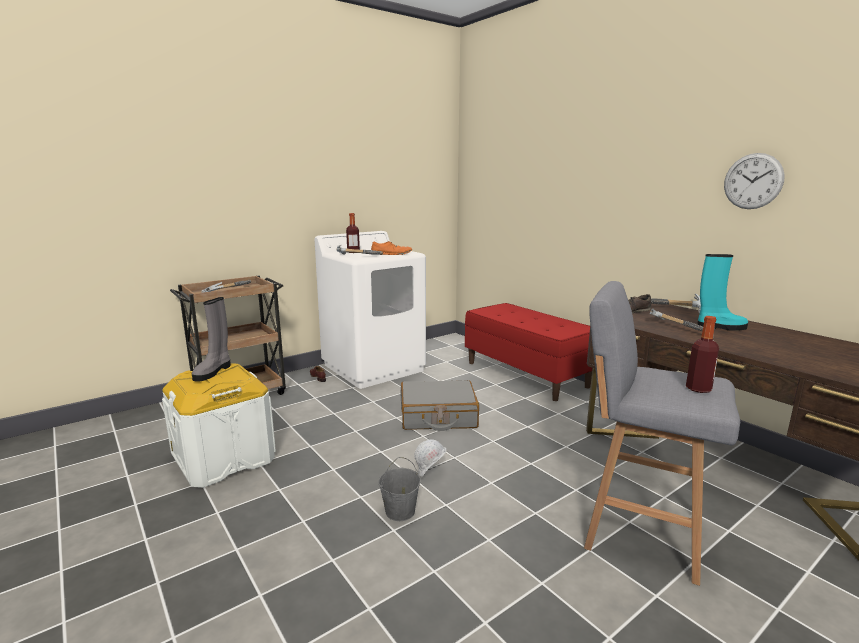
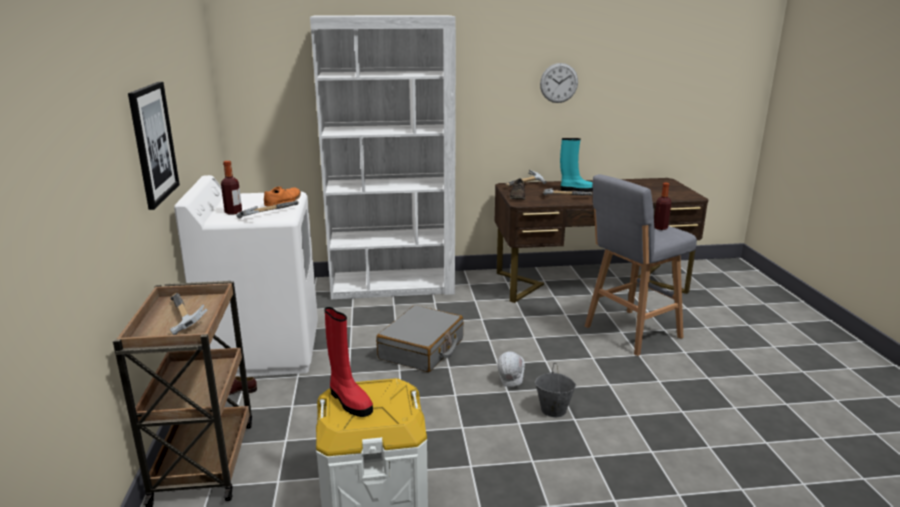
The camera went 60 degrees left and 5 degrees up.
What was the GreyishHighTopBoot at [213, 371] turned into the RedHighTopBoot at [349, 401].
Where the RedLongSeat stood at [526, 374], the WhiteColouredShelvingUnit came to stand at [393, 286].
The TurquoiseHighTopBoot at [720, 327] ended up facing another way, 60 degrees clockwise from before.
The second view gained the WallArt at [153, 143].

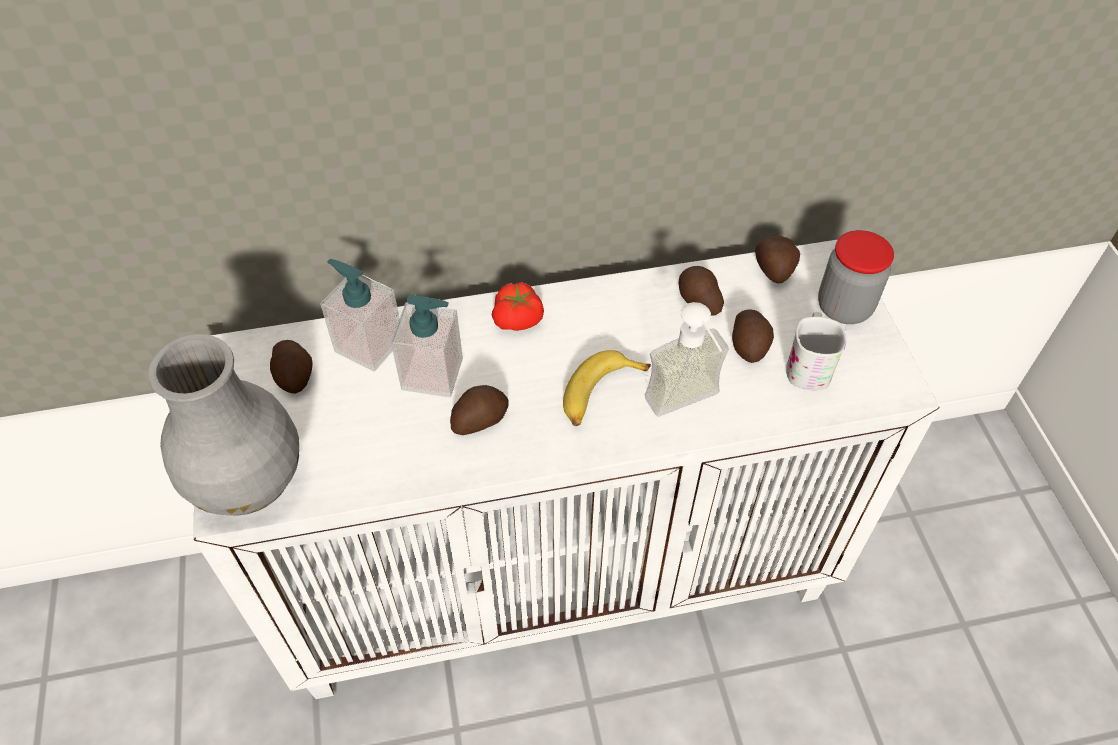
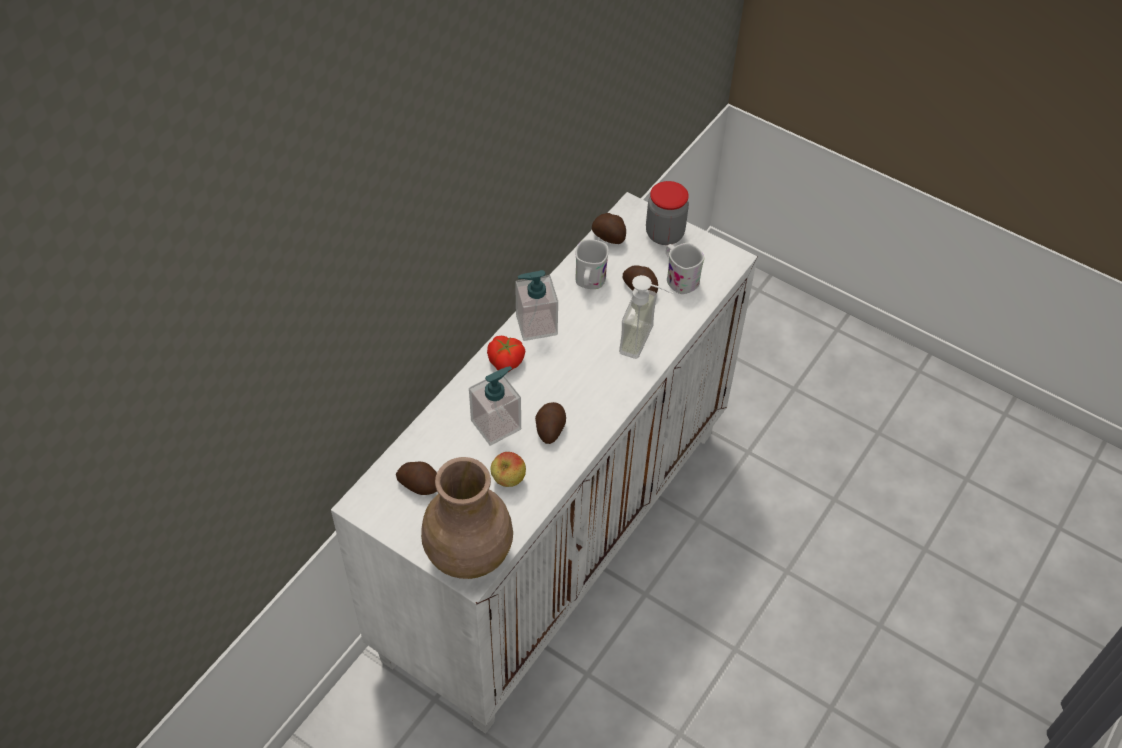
The camera went 45 degrees left and 0 degrees up.
What was the GreyishVase at [246, 483] turned into the BrownishVase at [468, 555].
The SoapDispenser ended up elsewhere, having gone from [368, 345] to [536, 325].
The second view lost the Banana at [599, 394].
Where the Potato stood at [698, 301], the WhiteColouredMug came to stand at [589, 282].
The second view gained the AppleFruit at [508, 480].

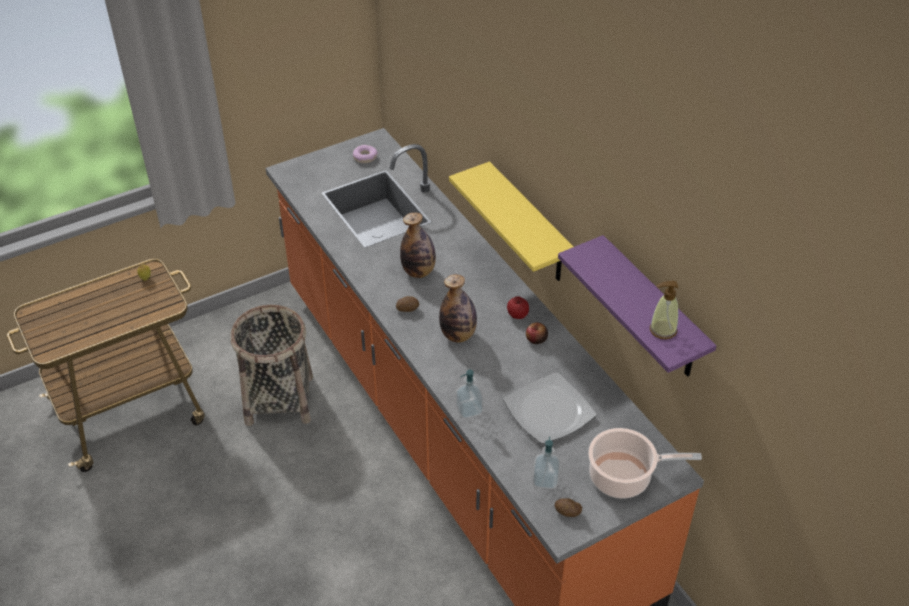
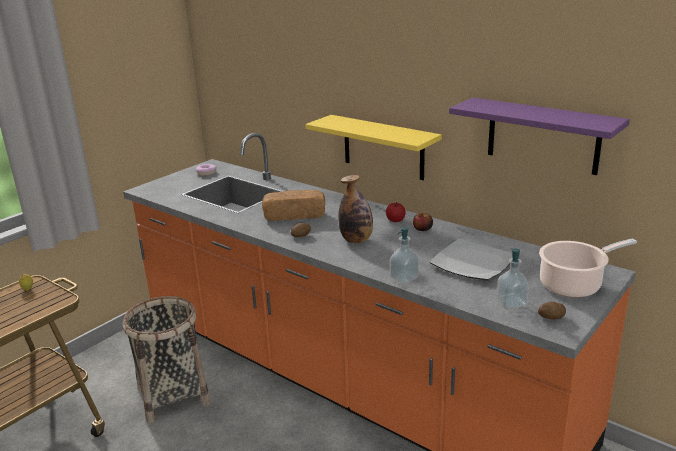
The camera went 20 degrees left and 20 degrees down.
Where the DrinkBottle stood at [418, 271], the BakeryBread came to stand at [294, 215].
The second view lost the SoapDispenser at [662, 330].

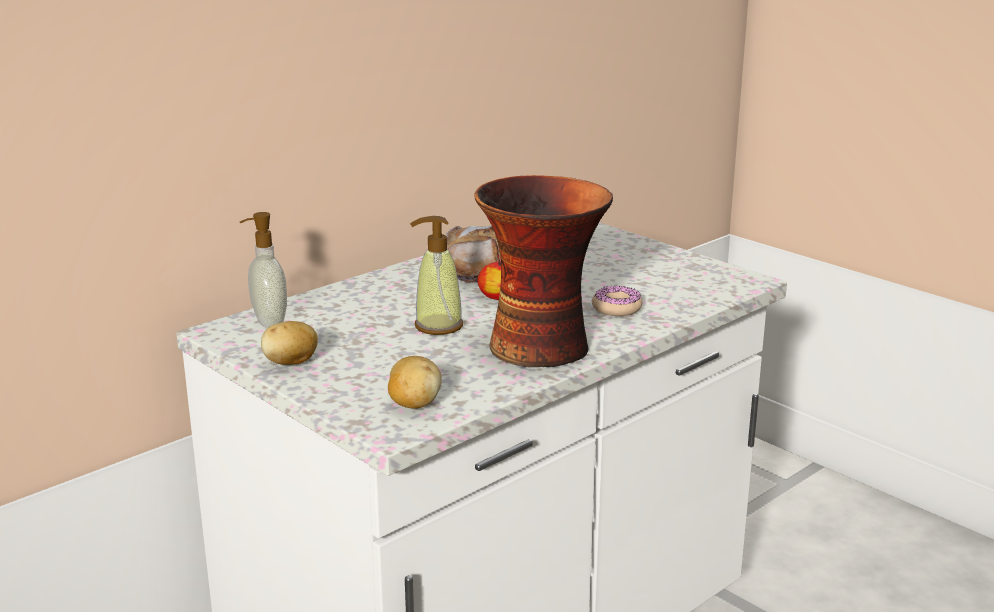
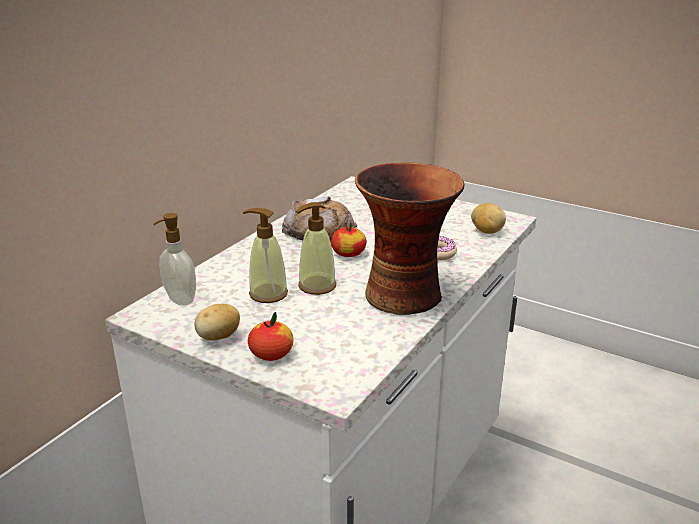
The camera went 15 degrees left and 5 degrees up.
The Potato ended up elsewhere, having gone from [413, 404] to [486, 231].
The second view gained the SoapDispenser at [268, 294].
The second view gained the AppleFruit at [271, 354].

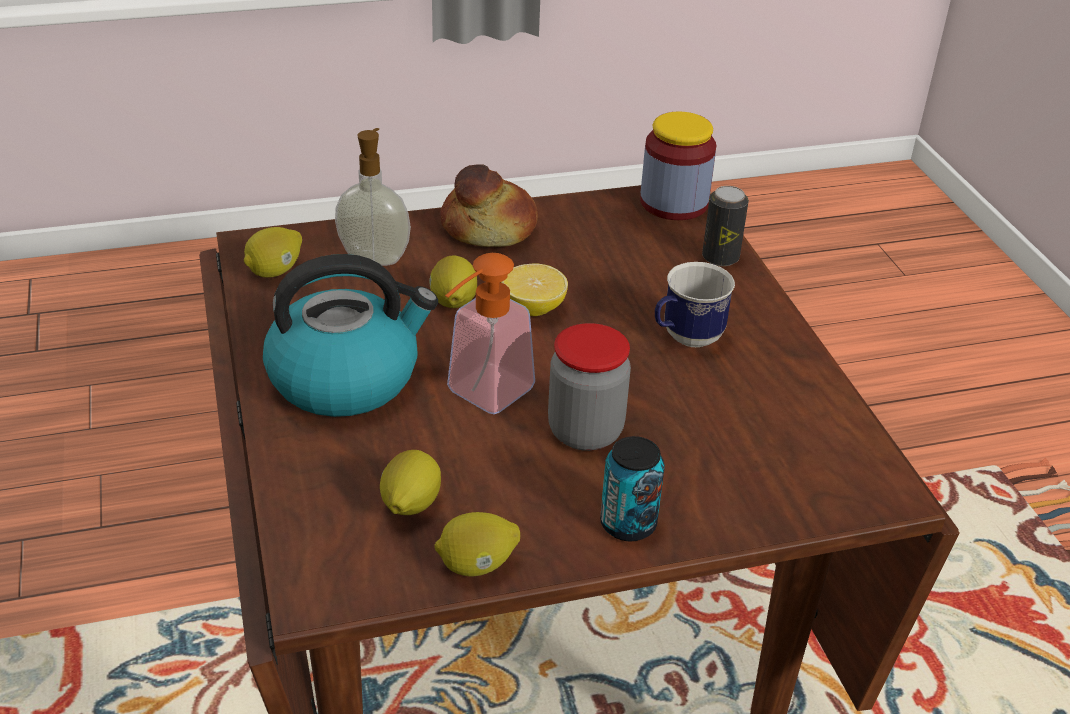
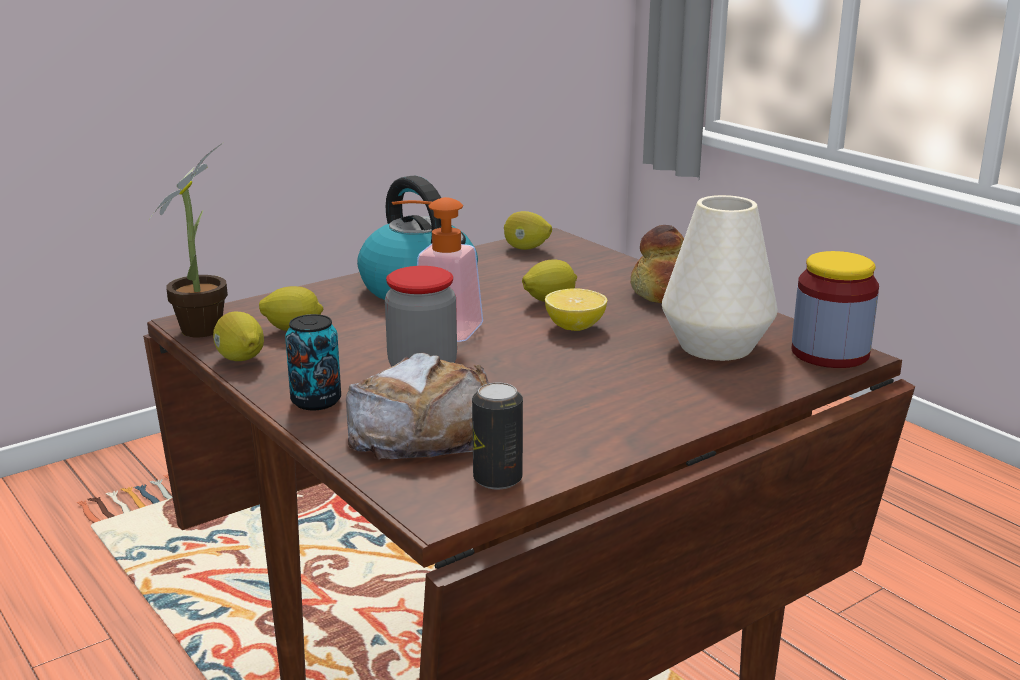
The camera went 70 degrees right and 15 degrees down.
The second view lost the SoapDispenser at [375, 257].
The second view lost the Mug at [685, 339].
The MetalCan ended up elsewhere, having gone from [720, 257] to [497, 479].
The second view gained the Houseplant at [205, 327].
The second view gained the BakeryBread at [422, 428].
The second view gained the WhiteColouredVase at [716, 346].

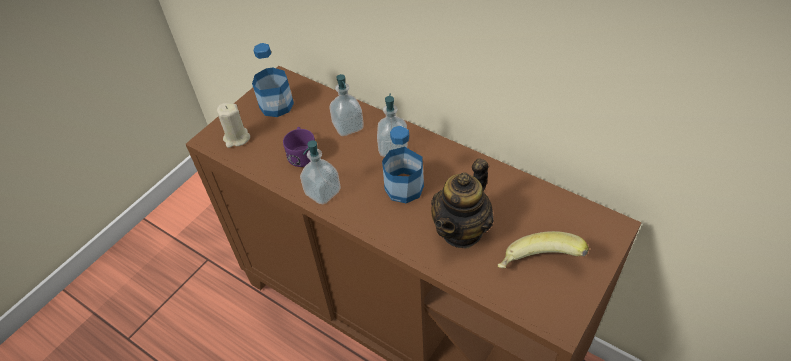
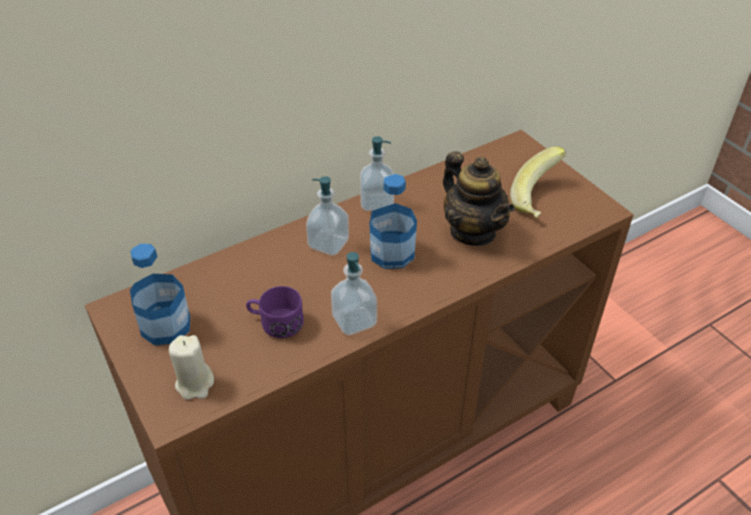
The camera went 70 degrees left and 5 degrees down.
The SoapDispenser ended up elsewhere, having gone from [348, 126] to [377, 203].

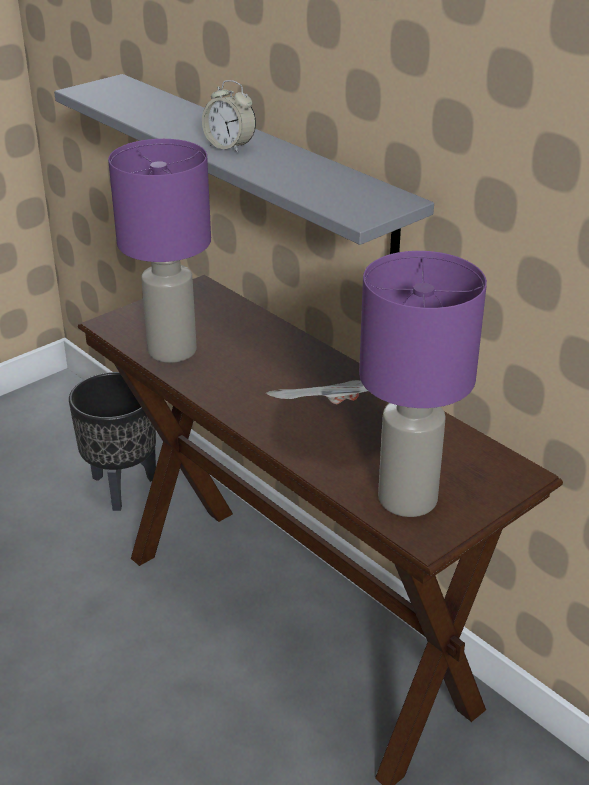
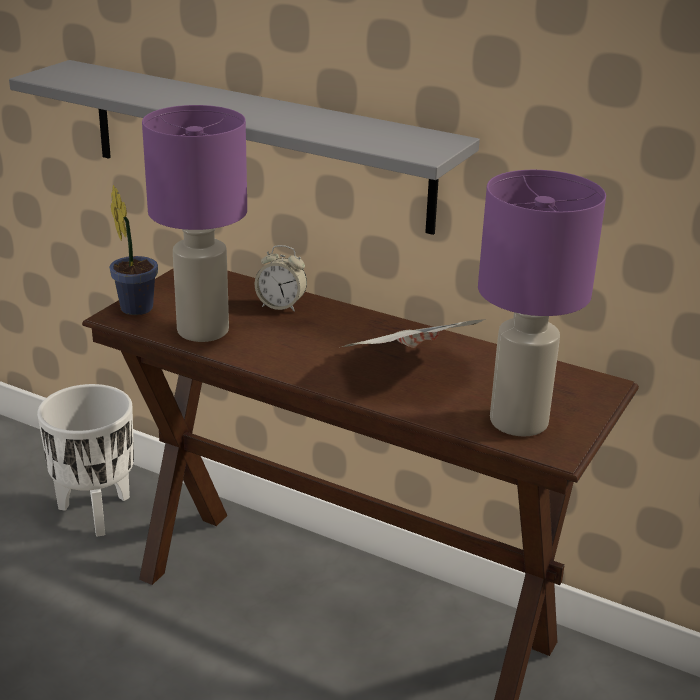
The camera went 20 degrees left and 5 degrees down.
What was the BlackPlantPot at [123, 488] turned into the WhiteColouredPlantPot at [97, 512].
The AlarmClock ended up elsewhere, having gone from [229, 147] to [281, 305].
The second view gained the Houseplant at [135, 306].

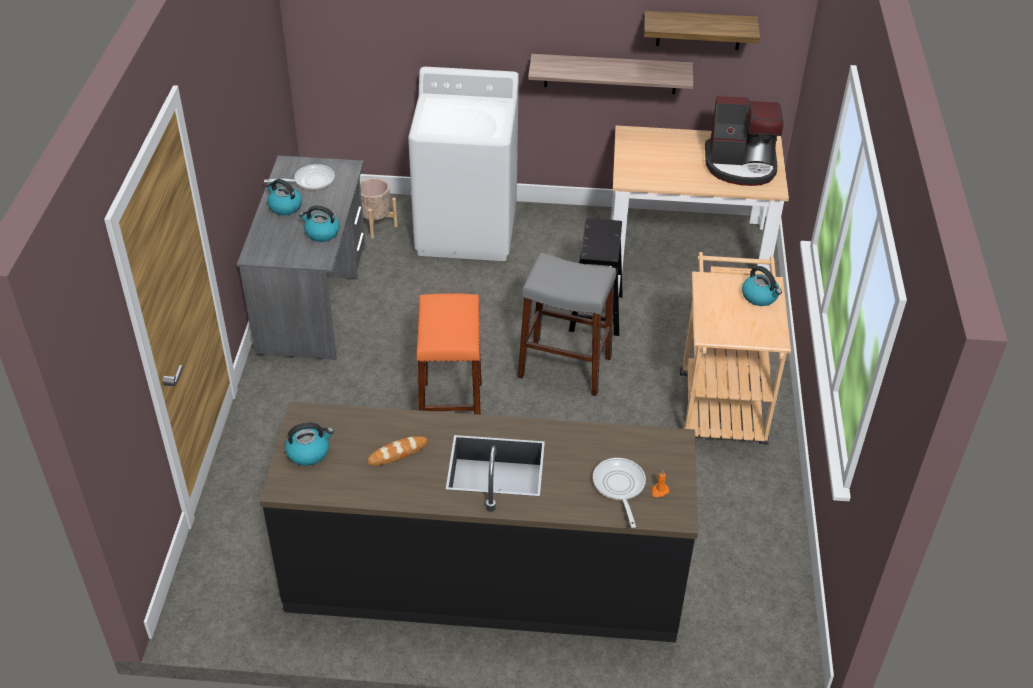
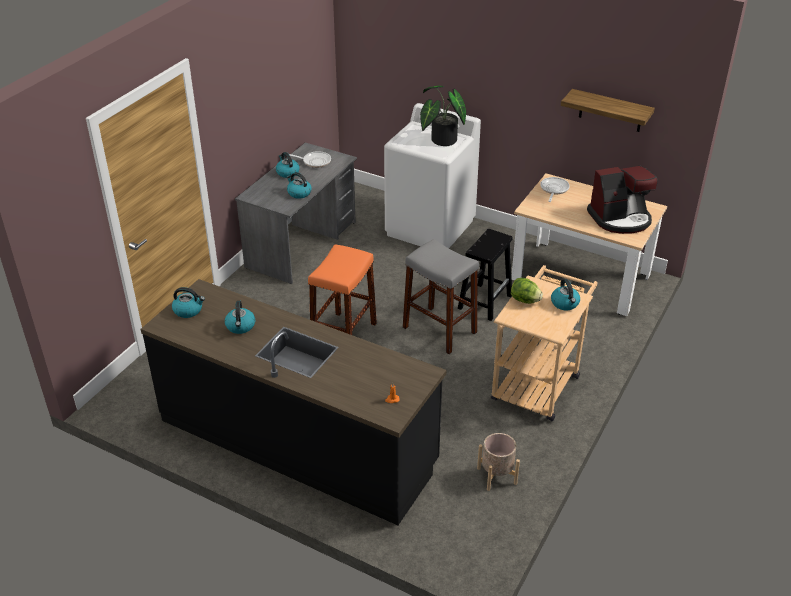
The camera went 25 degrees right and 5 degrees down.
The SandColouredPlantPot ended up elsewhere, having gone from [375, 224] to [497, 476].
Where the BakeryBread stood at [397, 453], the Kettle came to stand at [240, 326].
The second view lost the WallShelf at [610, 74].
The Skillet ended up elsewhere, having gone from [619, 487] to [553, 190].
The CoffeeBrewer at [741, 165] ended up facing another way, 45 degrees counterclockwise from before.
The second view gained the Houseplant at [440, 140].
The second view gained the Lettuce at [525, 300].

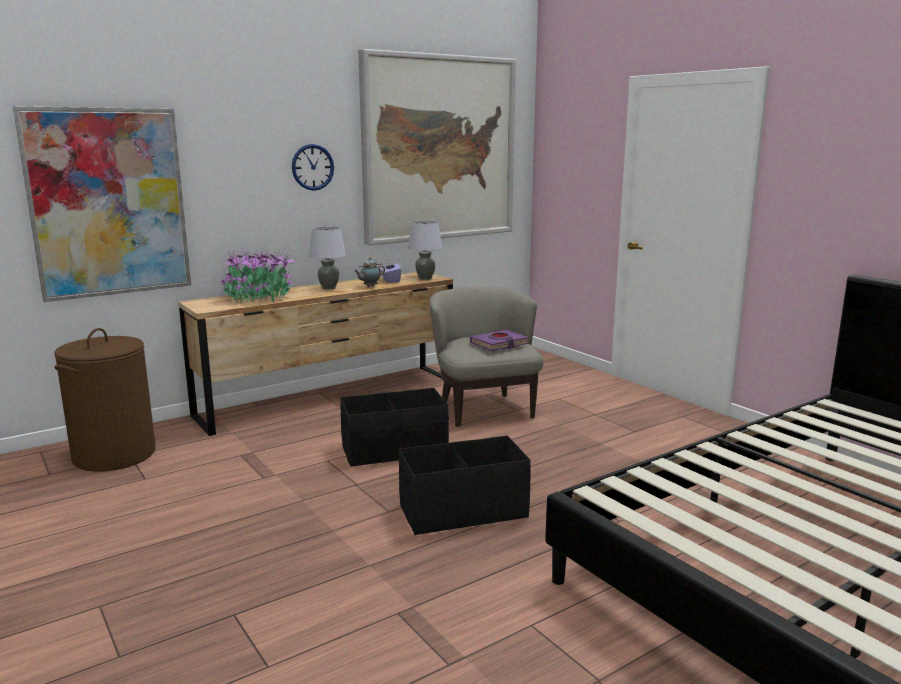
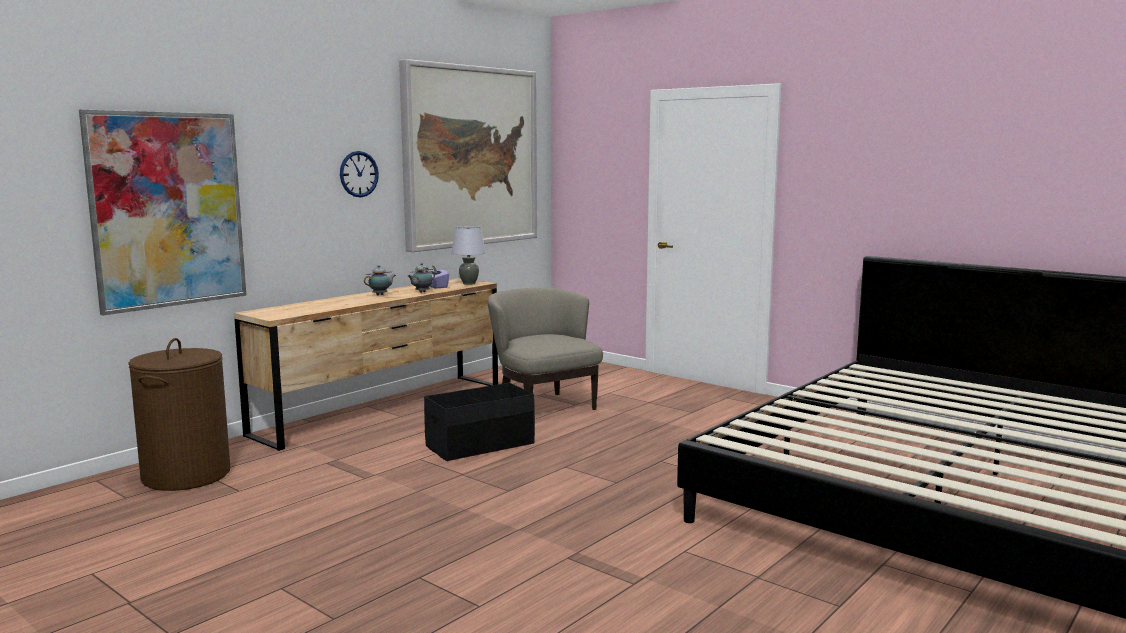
The camera went 15 degrees left and 5 degrees down.
The second view lost the Houseplant at [258, 298].
Where the GreyishTabletopLamp stood at [329, 288], the TeaPot came to stand at [381, 295].
The second view lost the BlackStorageBin at [463, 511].
The second view lost the PurpleVolume at [499, 344].

